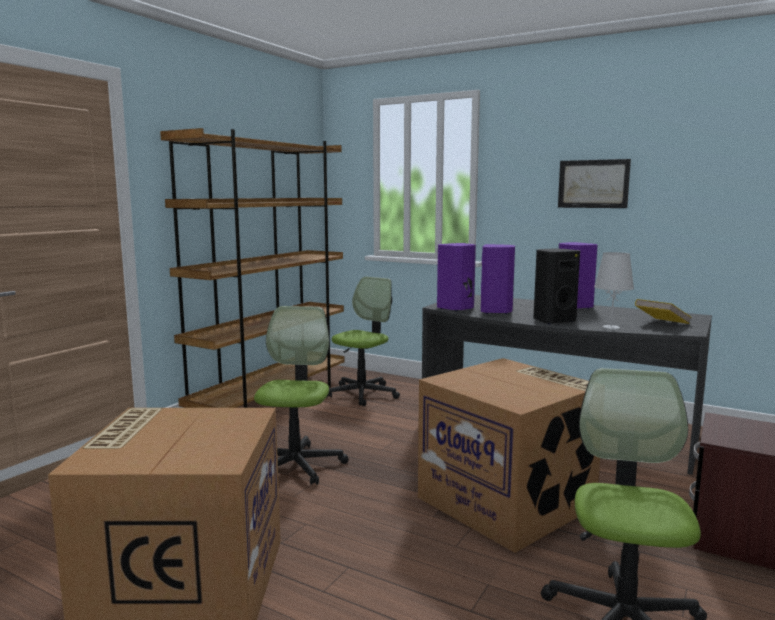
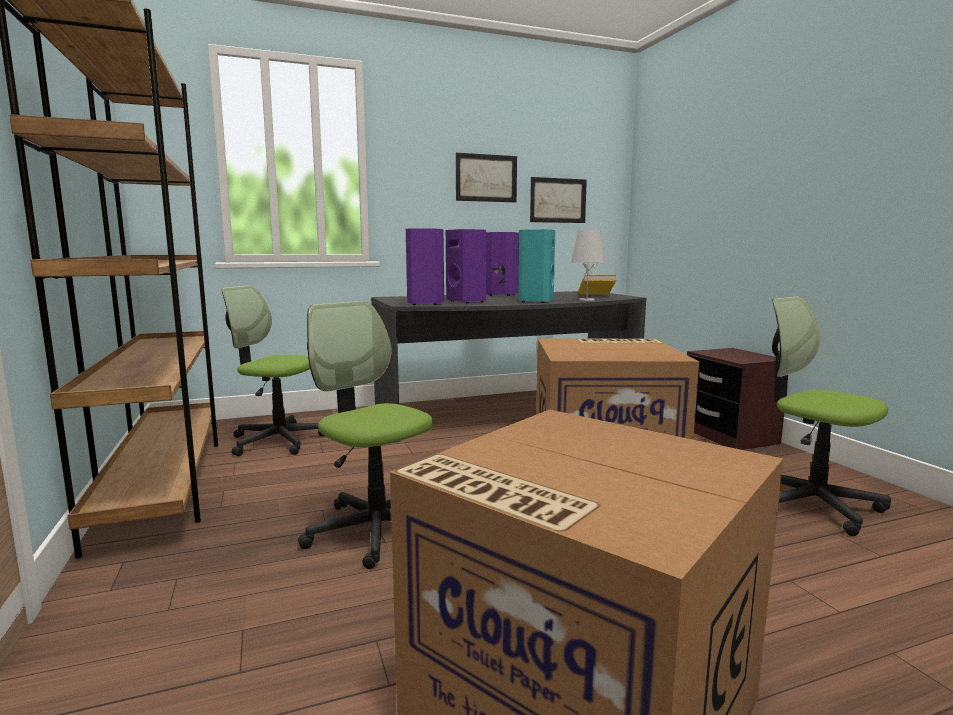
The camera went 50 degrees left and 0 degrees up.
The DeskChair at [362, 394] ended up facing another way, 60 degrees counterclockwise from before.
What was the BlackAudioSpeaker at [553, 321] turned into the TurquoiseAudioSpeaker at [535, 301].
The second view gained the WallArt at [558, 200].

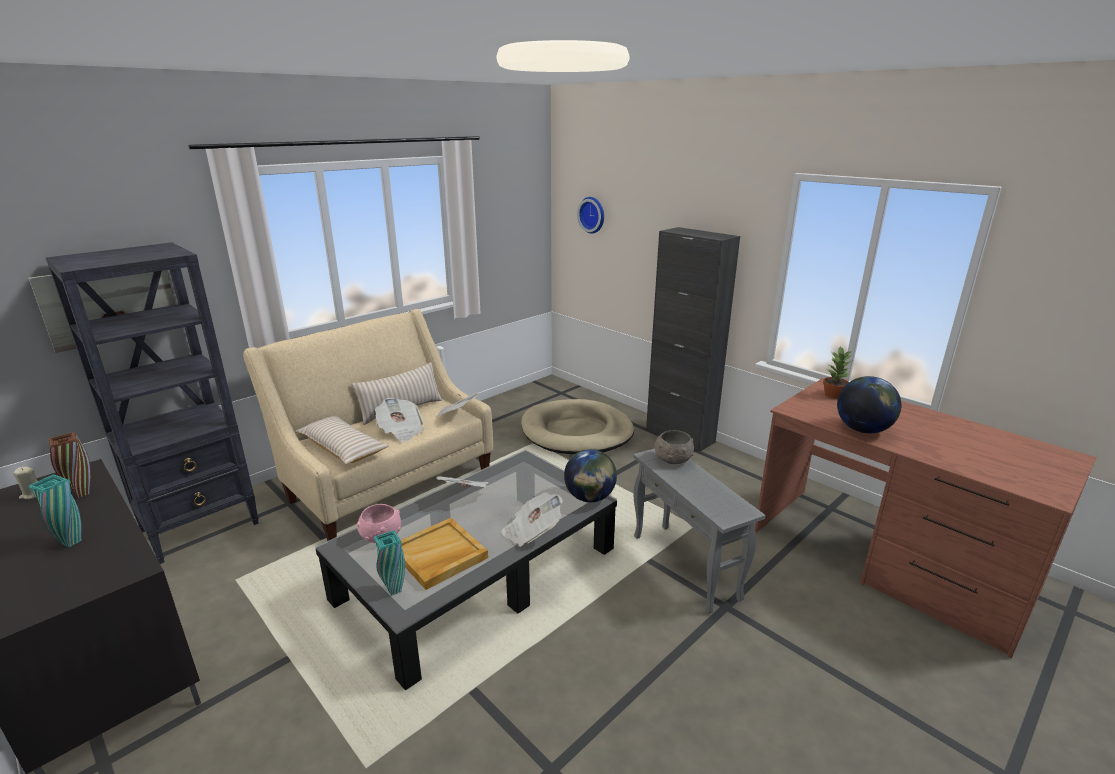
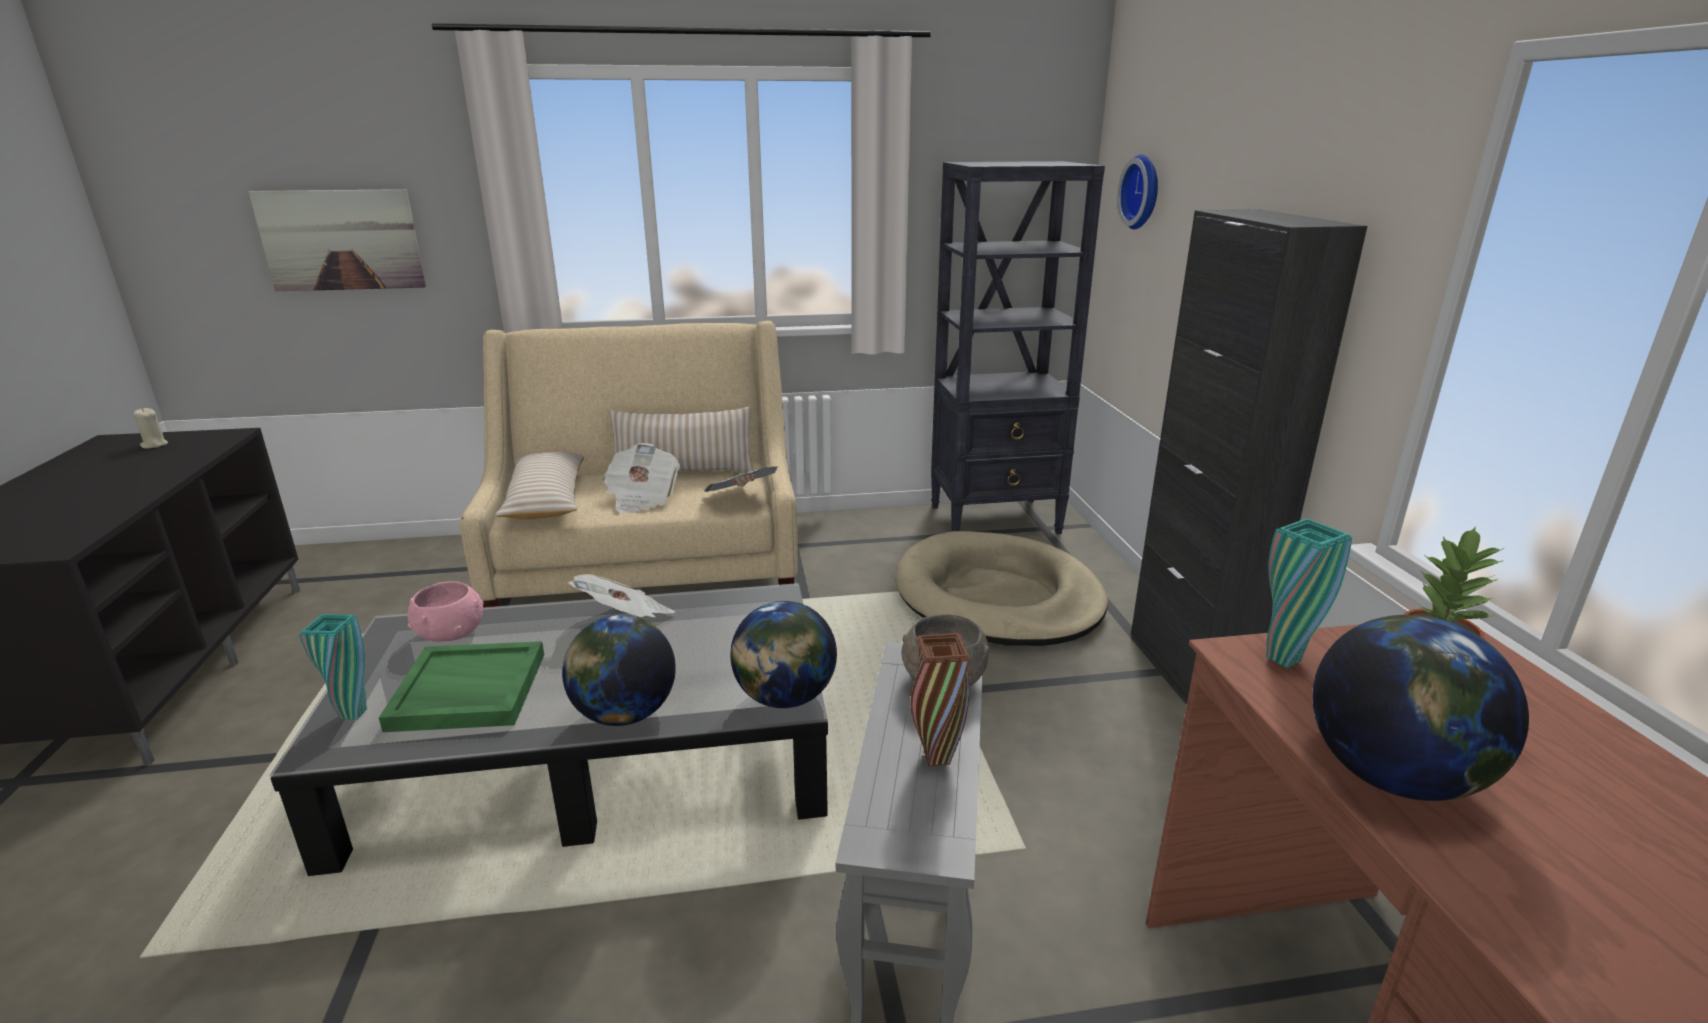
The camera went 35 degrees right and 0 degrees up.
The TurquoiseVase ended up elsewhere, having gone from [72, 542] to [1283, 659].
The BlackShelvingUnit ended up elsewhere, having gone from [201, 526] to [996, 520].
The BrownishVase ended up elsewhere, having gone from [83, 494] to [937, 758].
What was the SandColouredServingTray at [439, 555] turned into the GreenServingTray at [467, 691].
Where the PrintedPaper stood at [532, 532], the WorldGlobe came to stand at [624, 714].

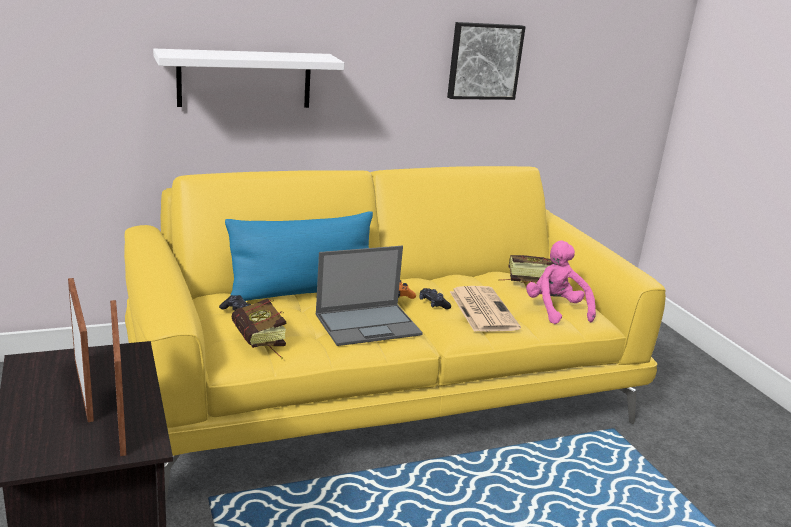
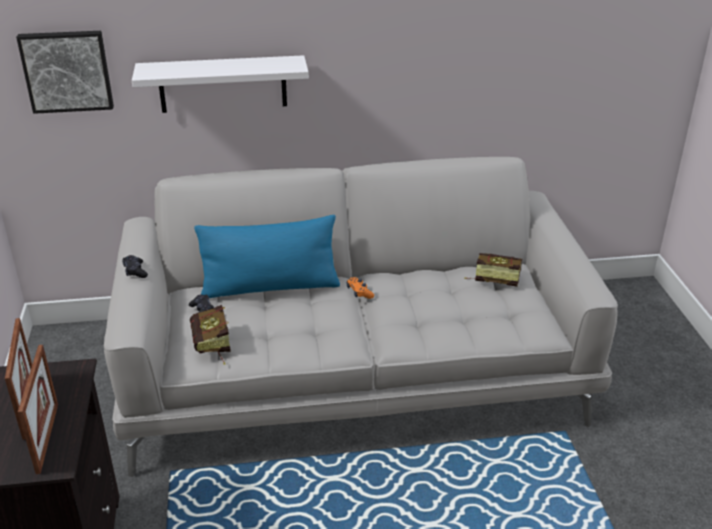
The camera went 15 degrees right and 10 degrees up.
What was the YellowColouredSettee at [383, 388] turned into the GreyishSettee at [355, 370].
The second view lost the Laptop at [369, 324].
The BlackGameController ended up elsewhere, having gone from [433, 304] to [135, 271].
The WallArt ended up elsewhere, having gone from [484, 61] to [67, 71].
The second view lost the PrintedPaper at [482, 309].
The second view lost the PinkPlushToy at [555, 310].

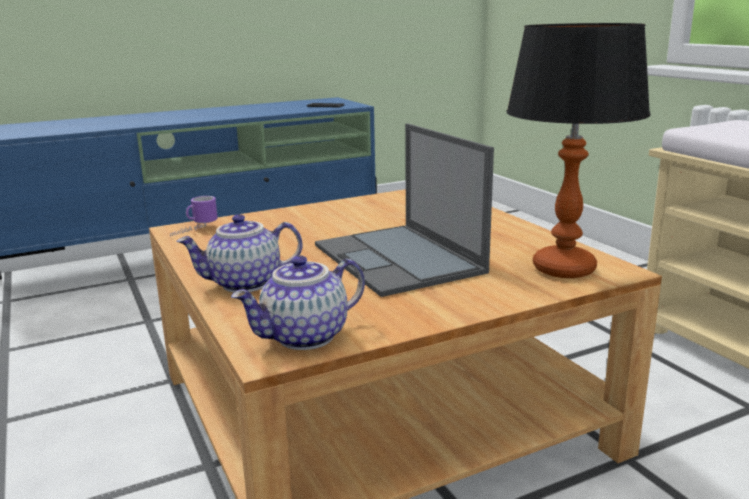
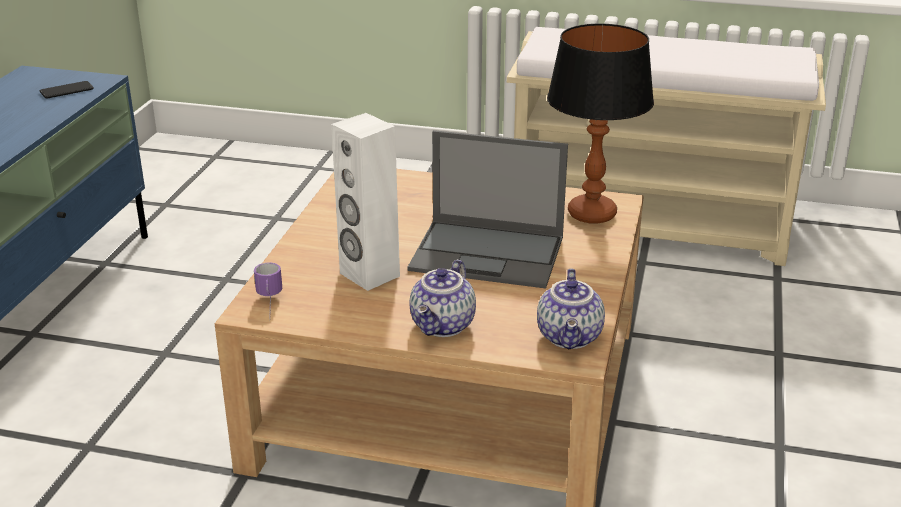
The camera went 50 degrees left and 10 degrees up.
The second view gained the WhiteColouredAudioSpeaker at [369, 275].

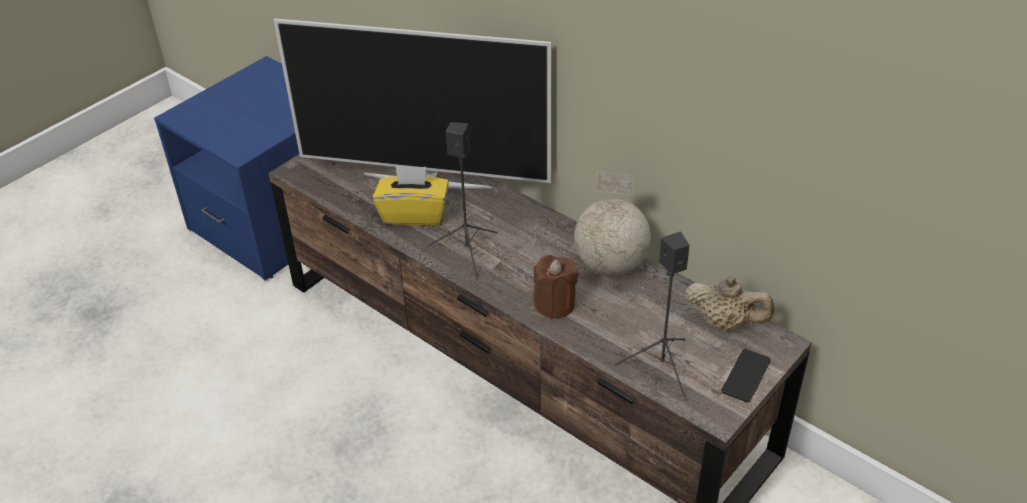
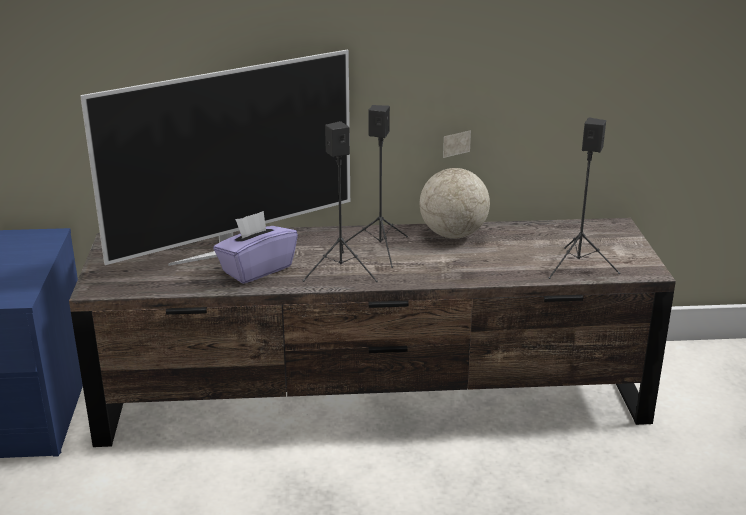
The camera went 45 degrees left and 15 degrees down.
What was the YellowColouredTissueHolder at [414, 213] turned into the PurpleTissueHolder at [256, 269].
The second view lost the BrownishWaxLight at [554, 304].
The second view lost the SandColouredTeaPot at [725, 323].
The second view lost the Handset at [746, 376].
The second view gained the BlackAudioSpeaker at [380, 249].

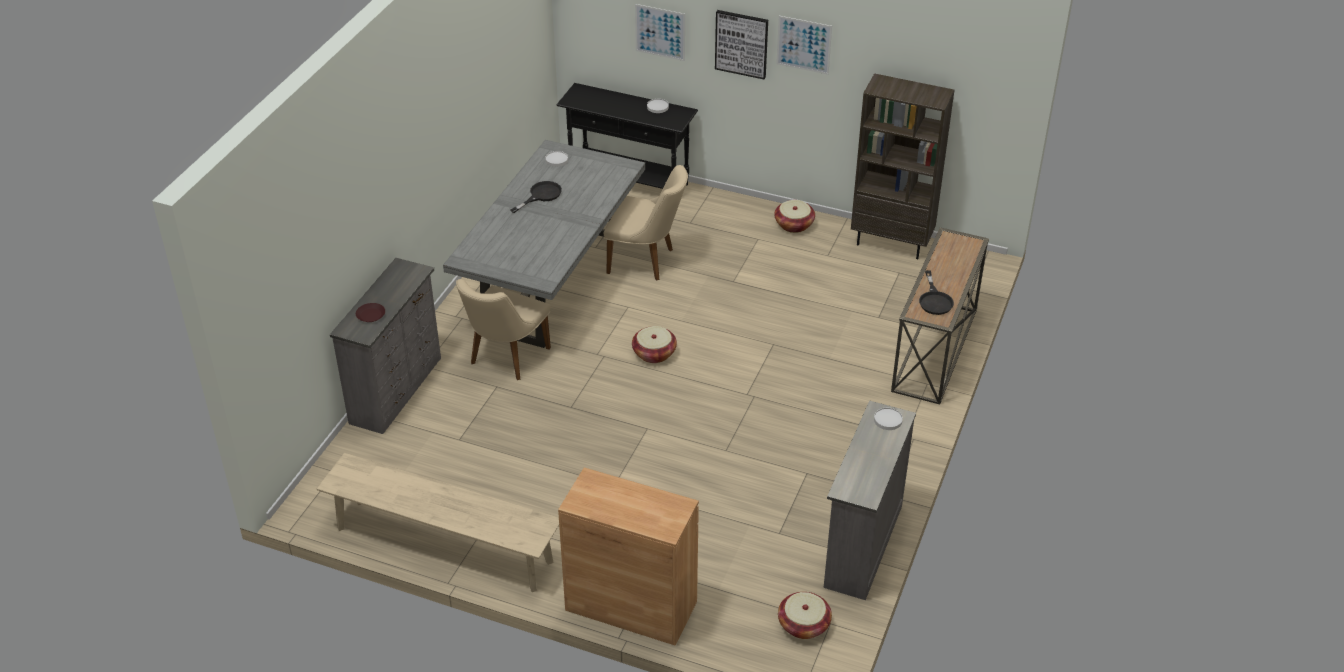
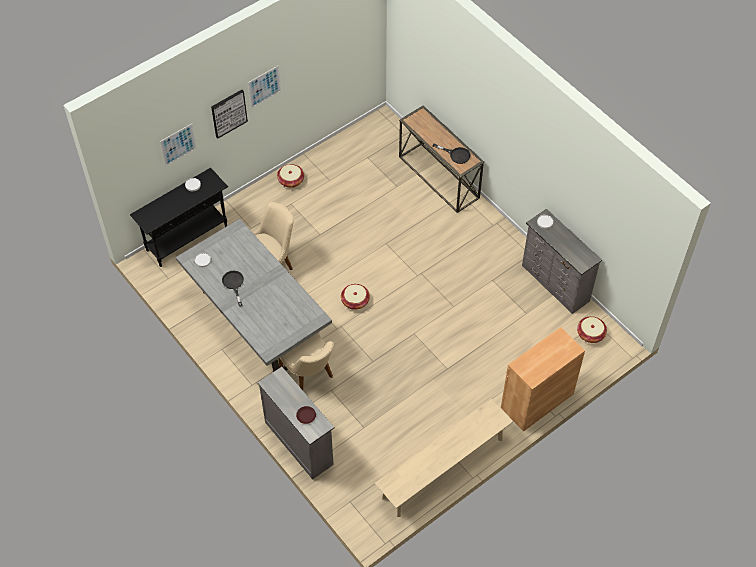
The camera went 60 degrees left and 15 degrees up.
The second view lost the BrownishShelvingUnit at [892, 243].

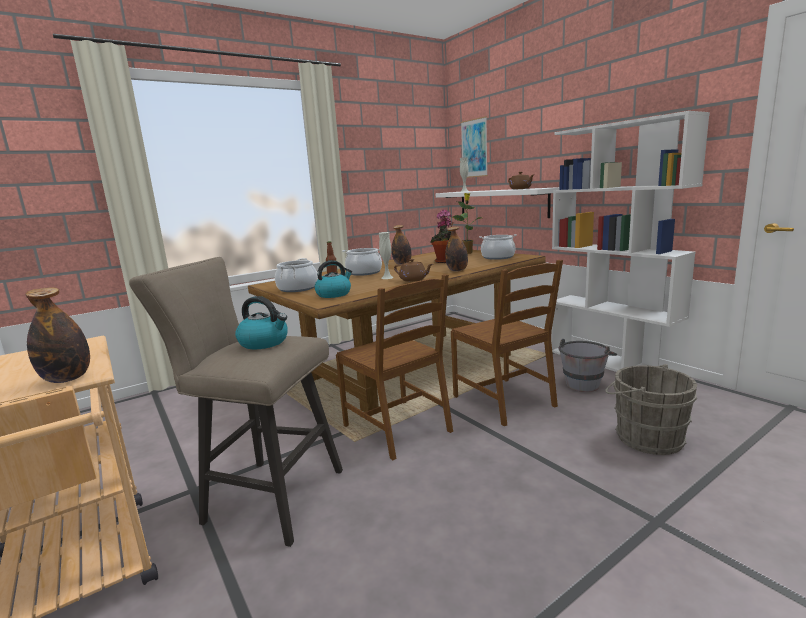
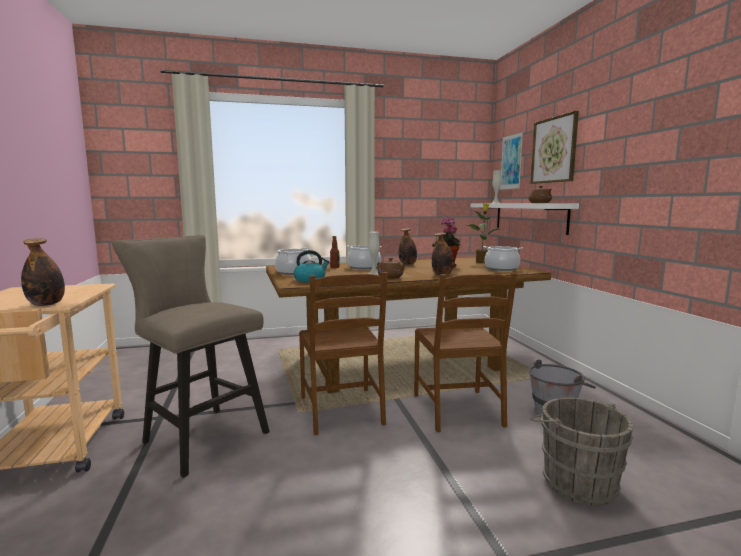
The camera went 20 degrees right and 5 degrees down.
The second view lost the Kettle at [264, 342].
The second view lost the WhiteColouredShelvingUnit at [611, 362].
The second view gained the WallArt at [554, 150].

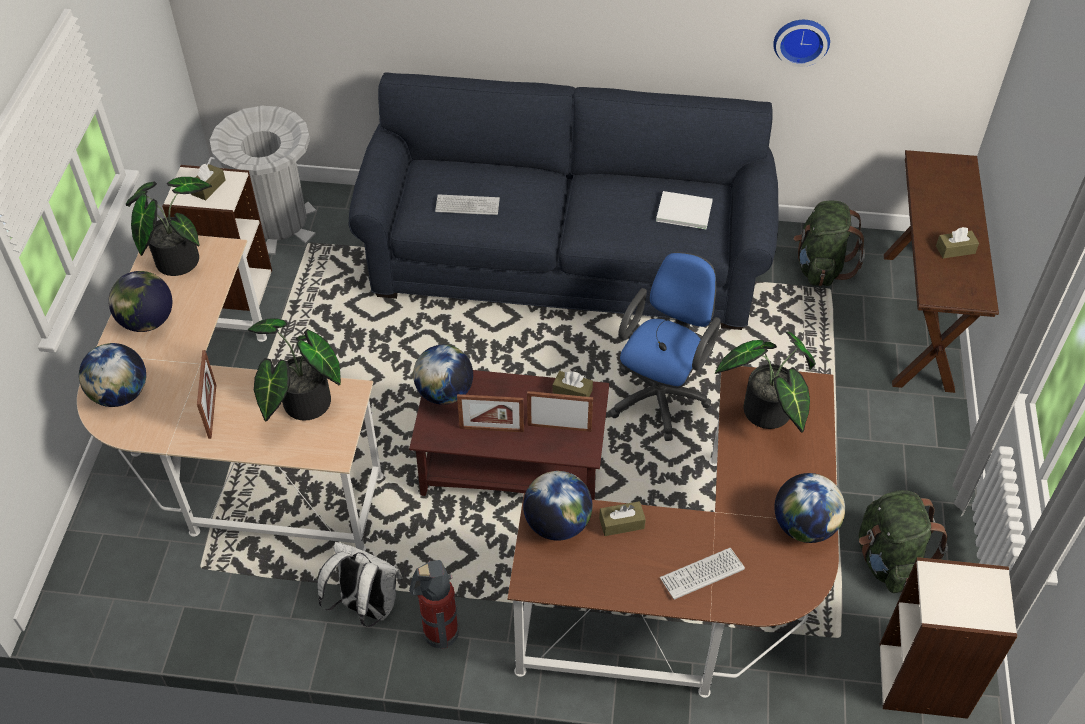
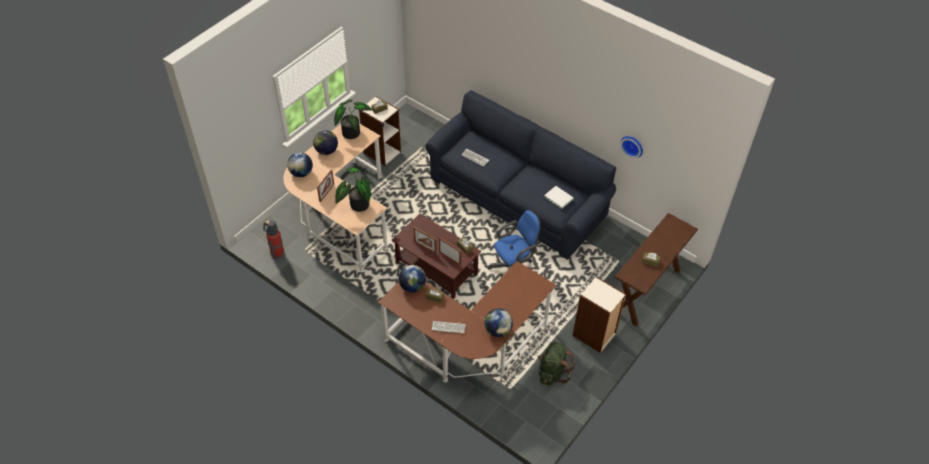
The camera went 30 degrees right and 0 degrees up.
The second view lost the GreyishTrashCan at [278, 224].
The second view lost the WhiteColouredKnapsack at [366, 606].
The Extinguisher ended up elsewhere, having gone from [439, 632] to [277, 253].
The second view lost the WorldGlobe at [445, 393].
The second view lost the Houseplant at [766, 416].
The second view lost the GreenKnapsack at [820, 267].
The ShelvingUnit ended up elsewhere, having gone from [924, 681] to [594, 335].

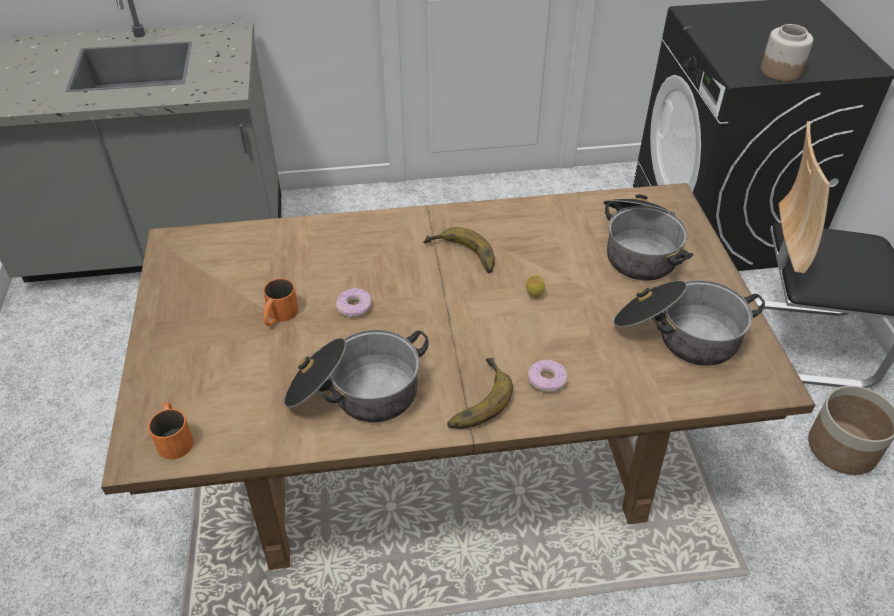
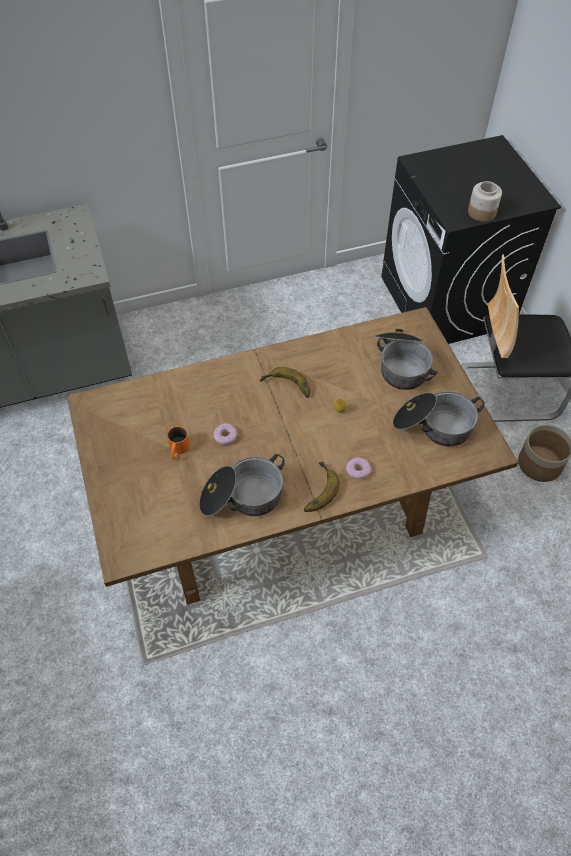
The camera went 10 degrees left and 10 degrees up.
The second view lost the OrangeMug at [174, 437].

